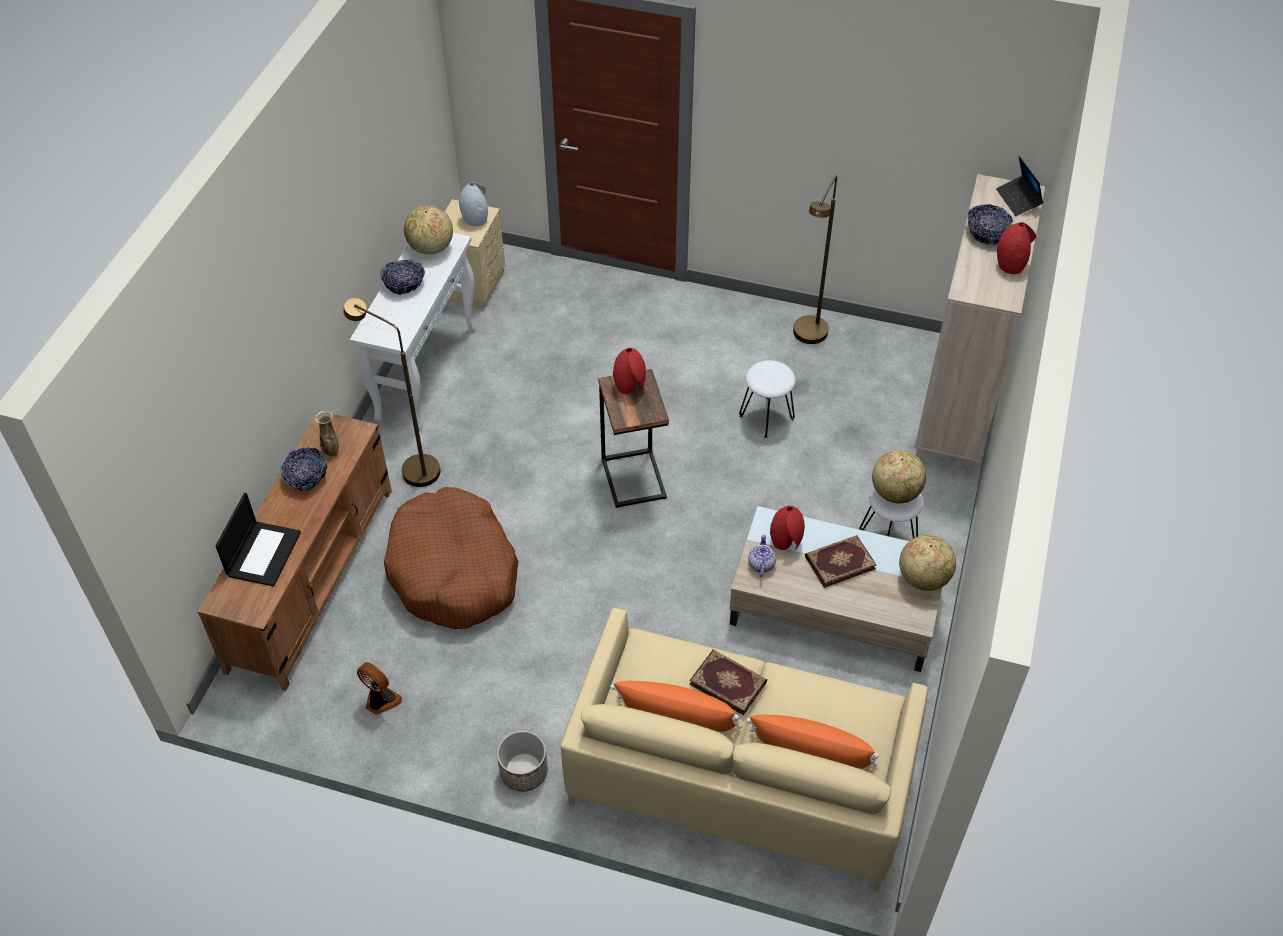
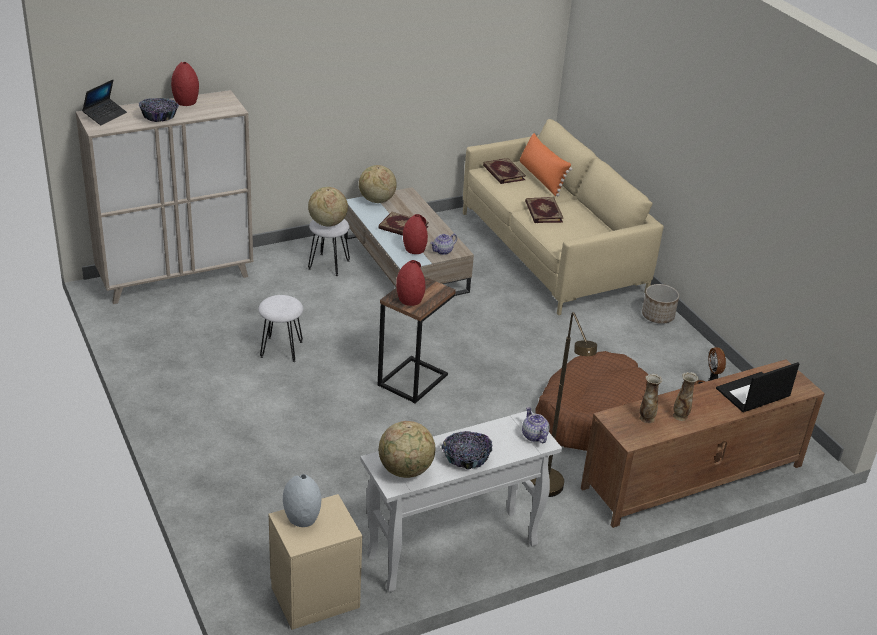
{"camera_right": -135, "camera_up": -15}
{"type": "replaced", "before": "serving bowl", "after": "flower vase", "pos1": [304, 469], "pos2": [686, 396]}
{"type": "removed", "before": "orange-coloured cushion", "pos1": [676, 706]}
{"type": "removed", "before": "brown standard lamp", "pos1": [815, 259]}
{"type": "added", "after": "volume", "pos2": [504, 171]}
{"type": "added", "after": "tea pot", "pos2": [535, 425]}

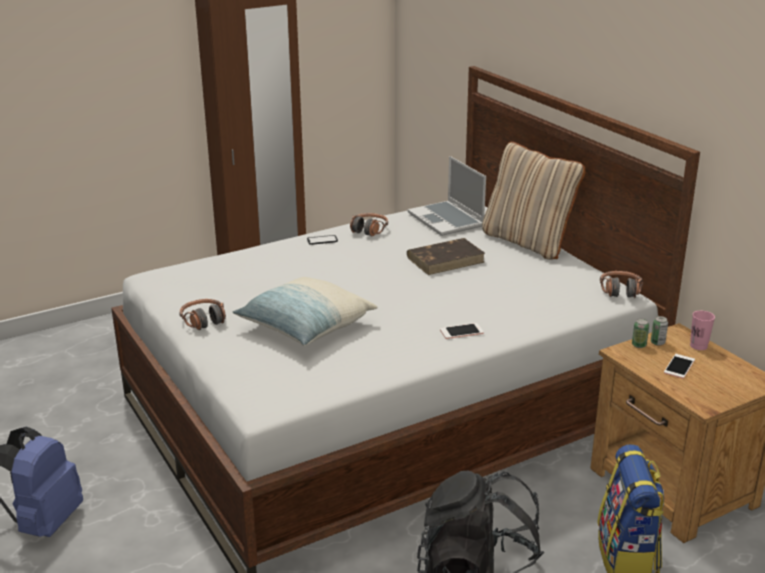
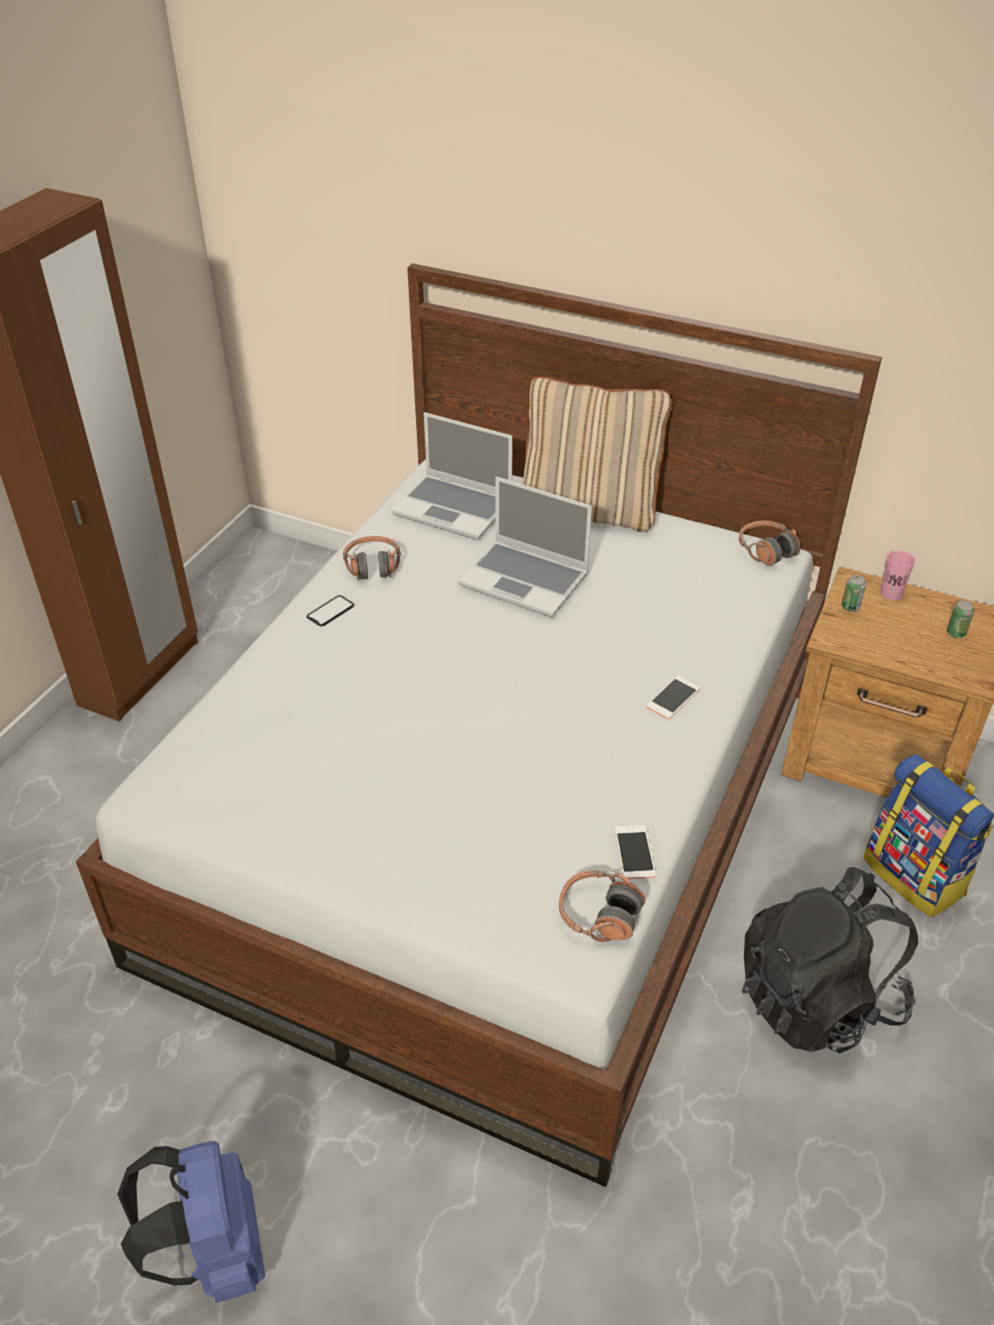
{"camera_right": -35, "camera_up": 15}
{"type": "moved", "before": "pair of headphones", "pos1": [202, 314], "pos2": [602, 906]}
{"type": "removed", "before": "cushion", "pos1": [305, 311]}
{"type": "replaced", "before": "brown volume", "after": "notebook computer", "pos1": [446, 256], "pos2": [525, 547]}
{"type": "moved", "before": "metal can", "pos1": [640, 333], "pos2": [960, 619]}
{"type": "moved", "before": "handset", "pos1": [679, 366], "pos2": [635, 852]}

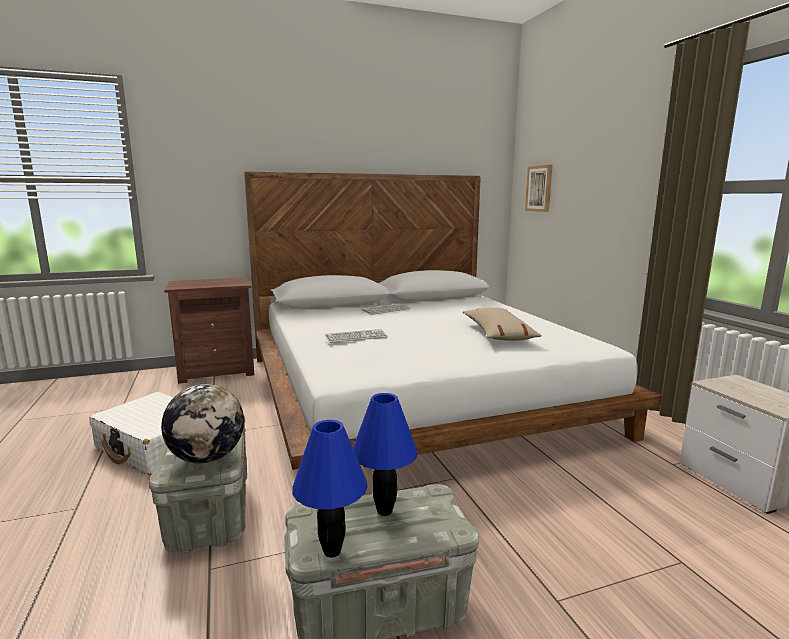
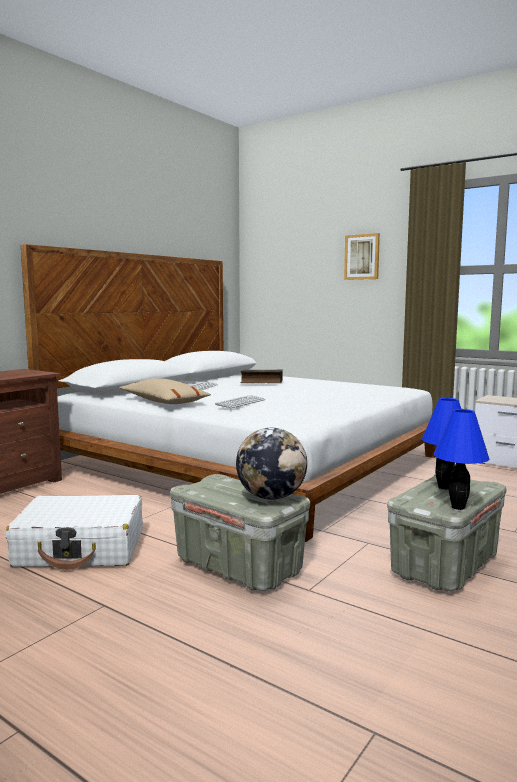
{"camera_right": -35, "camera_up": -5}
{"type": "moved", "before": "sand-coloured cushion", "pos1": [502, 324], "pos2": [165, 391]}
{"type": "moved", "before": "picture", "pos1": [539, 188], "pos2": [362, 256]}
{"type": "added", "after": "volume", "pos2": [262, 376]}

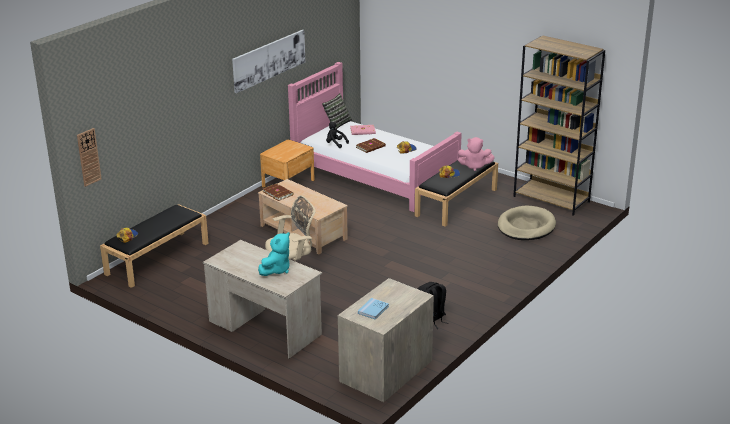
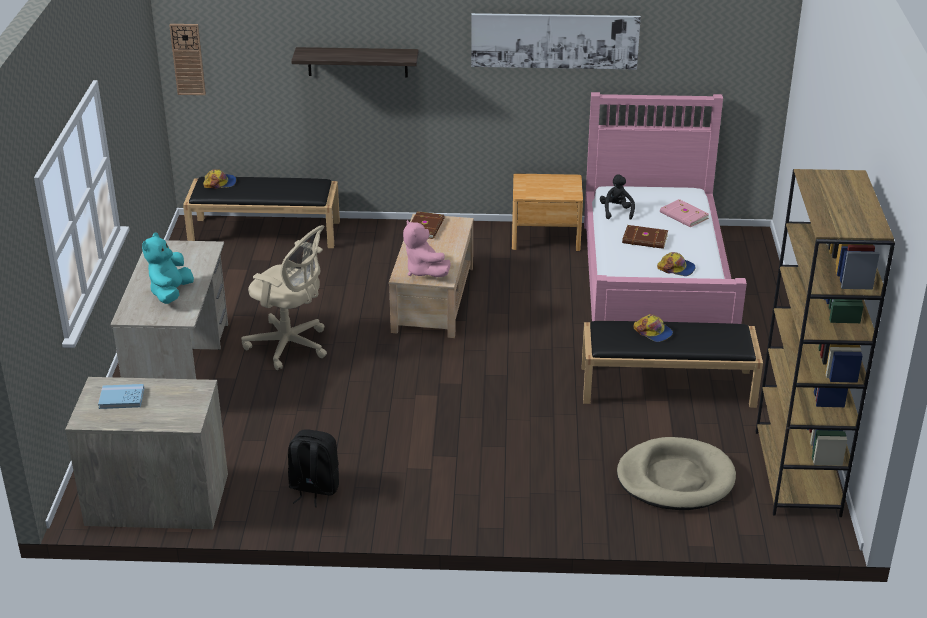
{"camera_right": 55, "camera_up": 5}
{"type": "turned", "before": "blue-green cuddly toy", "pos1": [274, 254], "pos2": [168, 268], "turn": 105}
{"type": "removed", "before": "cushion", "pos1": [337, 111]}
{"type": "moved", "before": "pinkish cuddly toy", "pos1": [476, 154], "pos2": [427, 248]}
{"type": "added", "after": "shelf", "pos2": [355, 62]}

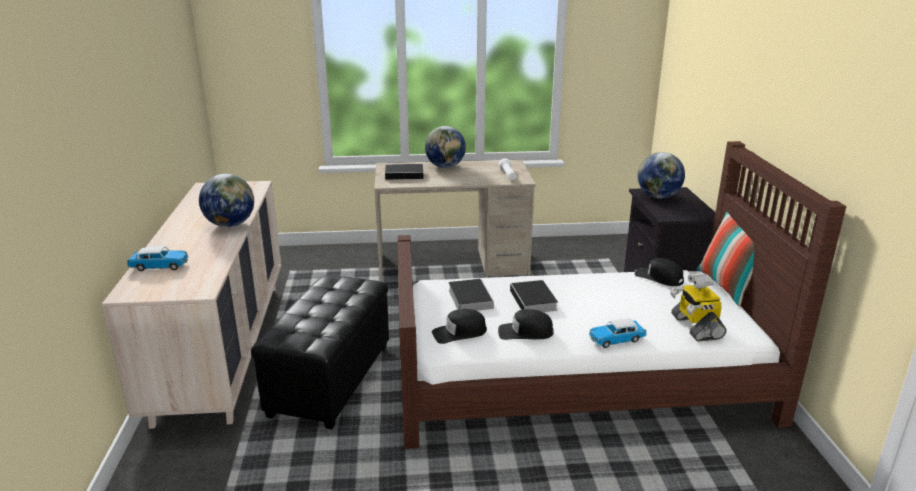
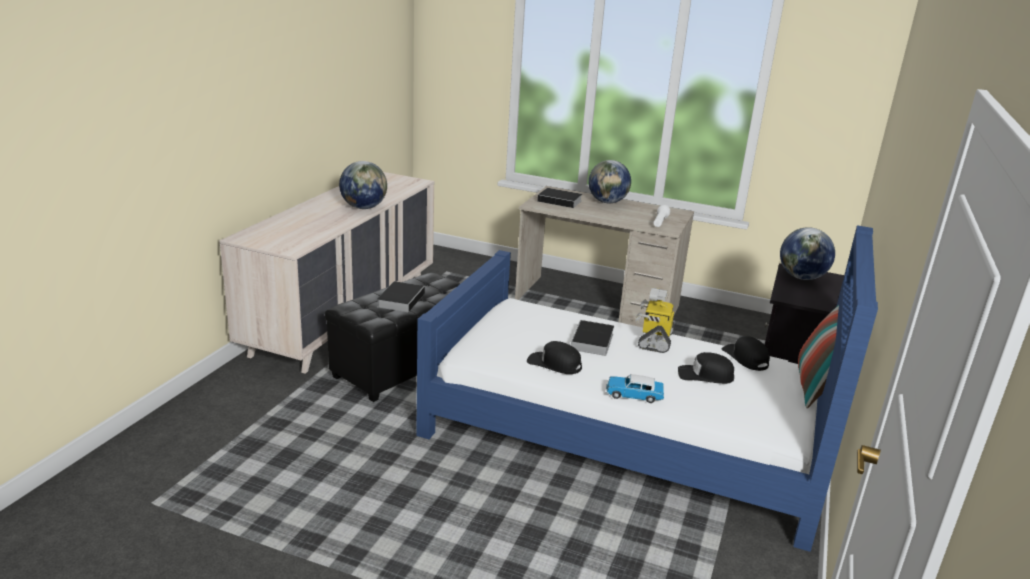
{"camera_right": 25, "camera_up": 0}
{"type": "removed", "before": "model car", "pos1": [158, 258]}
{"type": "recoloured", "before": "brown bed", "after": "blue-coloured bed", "pos1": [622, 295], "pos2": [647, 388]}
{"type": "moved", "before": "black-coloured cap", "pos1": [459, 326], "pos2": [706, 368]}
{"type": "moved", "before": "volume", "pos1": [471, 295], "pos2": [401, 296]}
{"type": "moved", "before": "robot figure", "pos1": [698, 307], "pos2": [655, 320]}

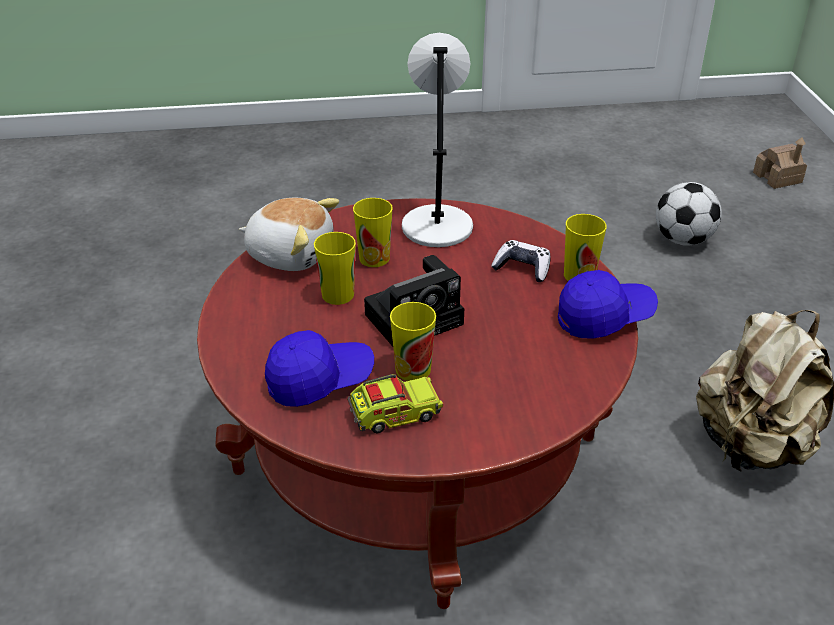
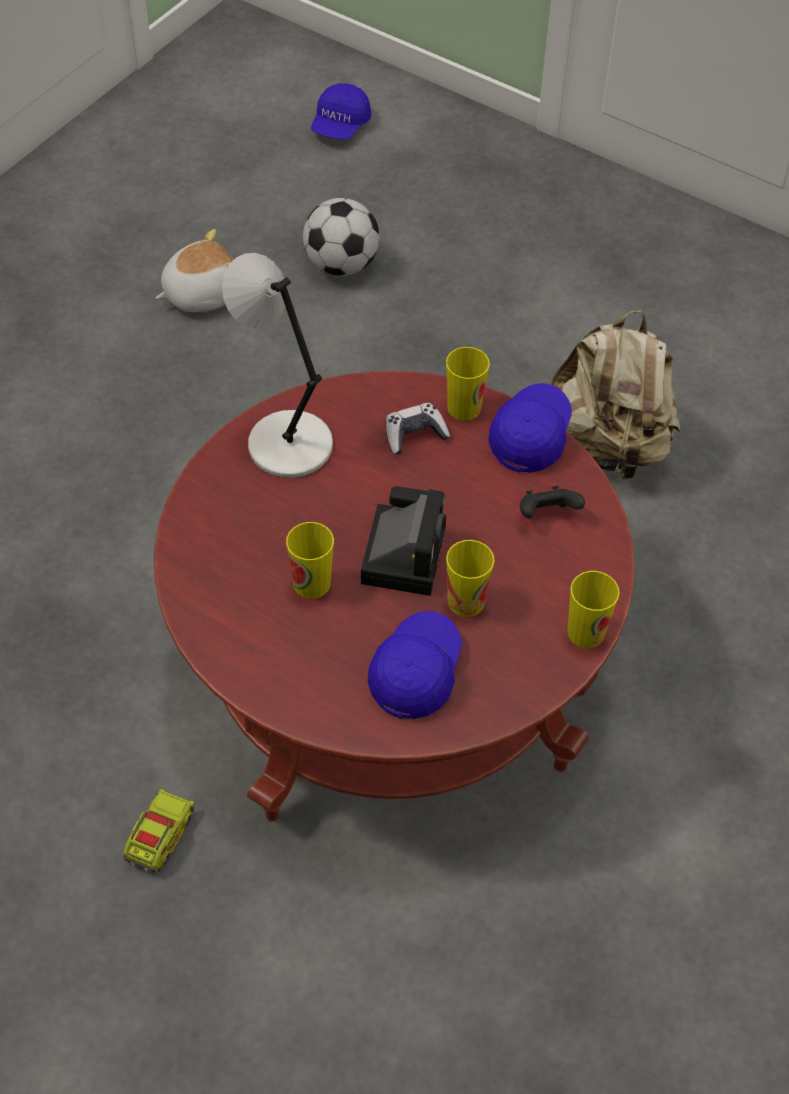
{"camera_right": -50, "camera_up": 15}
{"type": "moved", "before": "cuddly toy", "pos1": [289, 234], "pos2": [194, 270]}
{"type": "moved", "before": "toy truck", "pos1": [395, 403], "pos2": [159, 831]}
{"type": "moved", "before": "small cup", "pos1": [373, 232], "pos2": [593, 609]}
{"type": "replaced", "before": "miniature house", "after": "blue-coloured cap", "pos1": [780, 163], "pos2": [341, 111]}
{"type": "added", "after": "black-coloured game controller", "pos2": [552, 502]}

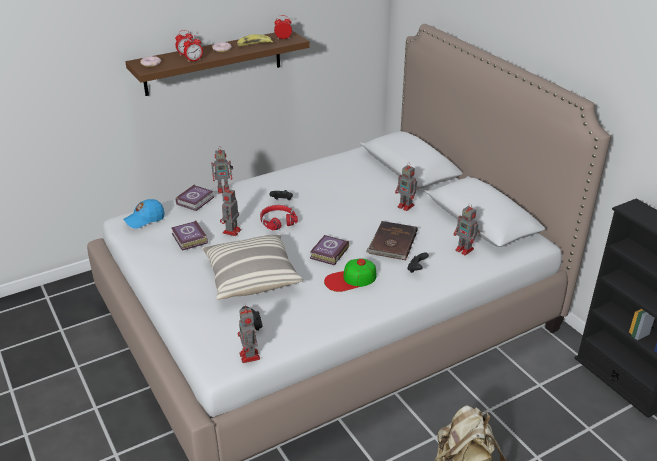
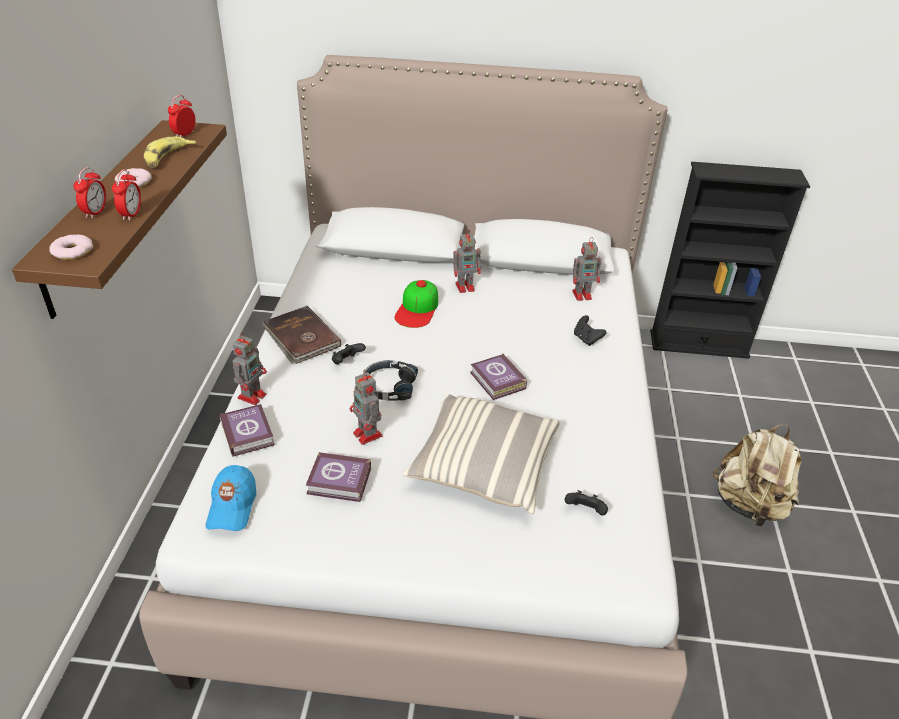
{"camera_right": -55, "camera_up": 5}
{"type": "removed", "before": "robot figure", "pos1": [249, 334]}
{"type": "recoloured", "before": "red pair of headphones", "after": "black-coloured pair of headphones", "pos1": [279, 217], "pos2": [390, 380]}
{"type": "moved", "before": "cap", "pos1": [350, 275], "pos2": [416, 304]}
{"type": "moved", "before": "brown volume", "pos1": [392, 241], "pos2": [302, 335]}

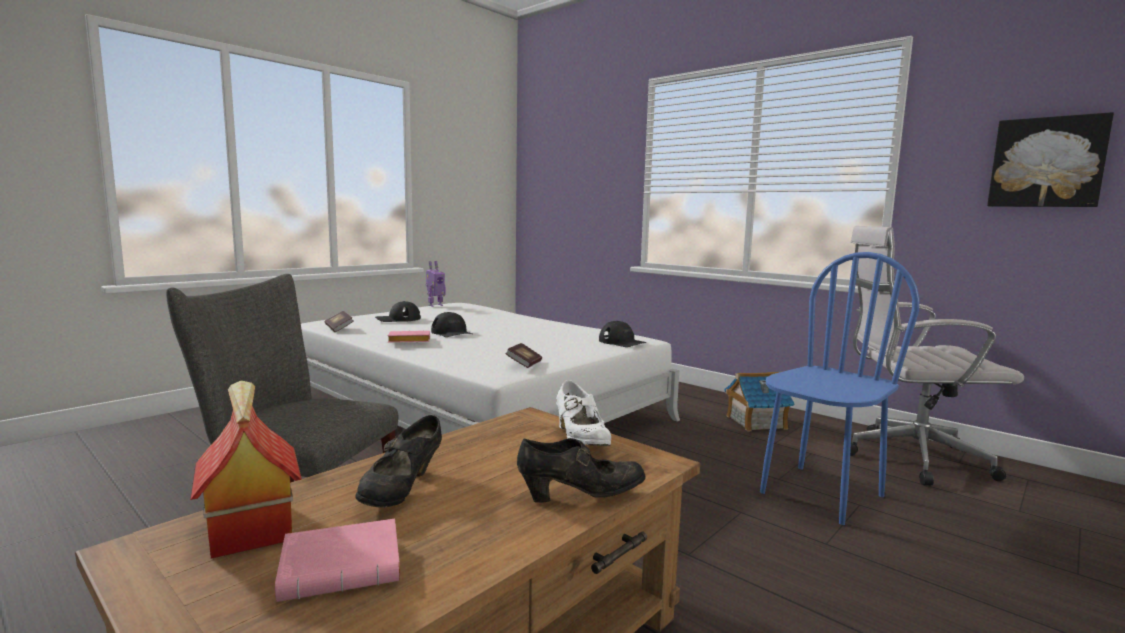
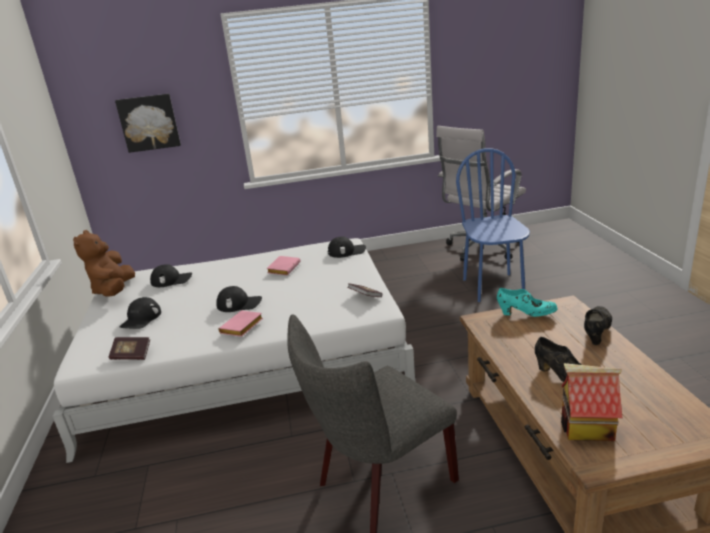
{"camera_right": -50, "camera_up": 15}
{"type": "moved", "before": "pinkish volume", "pos1": [337, 560], "pos2": [283, 265]}
{"type": "replaced", "before": "robot figure", "after": "brown cuddly toy", "pos1": [436, 284], "pos2": [104, 263]}
{"type": "recoloured", "before": "white-coloured item of footwear", "after": "blue-green item of footwear", "pos1": [583, 413], "pos2": [527, 302]}
{"type": "removed", "before": "miniature house", "pos1": [759, 401]}
{"type": "moved", "before": "picture", "pos1": [1050, 159], "pos2": [148, 123]}
{"type": "added", "after": "black-coloured cap", "pos2": [171, 275]}

